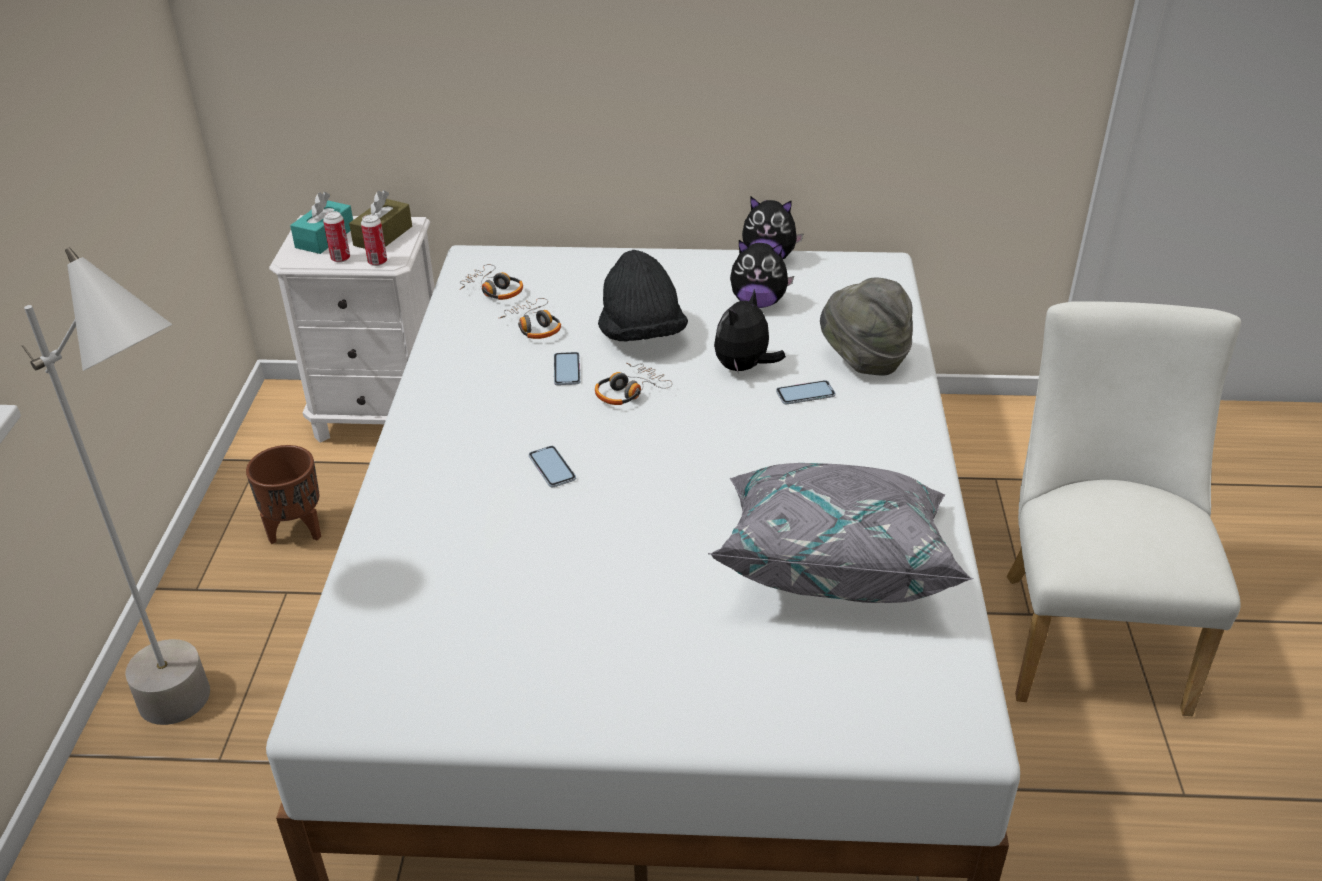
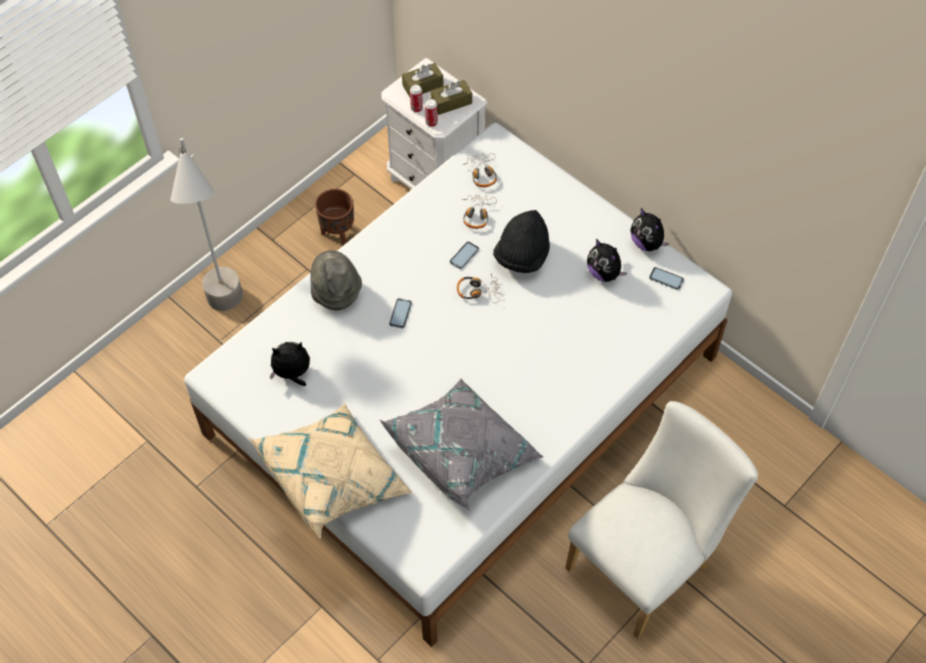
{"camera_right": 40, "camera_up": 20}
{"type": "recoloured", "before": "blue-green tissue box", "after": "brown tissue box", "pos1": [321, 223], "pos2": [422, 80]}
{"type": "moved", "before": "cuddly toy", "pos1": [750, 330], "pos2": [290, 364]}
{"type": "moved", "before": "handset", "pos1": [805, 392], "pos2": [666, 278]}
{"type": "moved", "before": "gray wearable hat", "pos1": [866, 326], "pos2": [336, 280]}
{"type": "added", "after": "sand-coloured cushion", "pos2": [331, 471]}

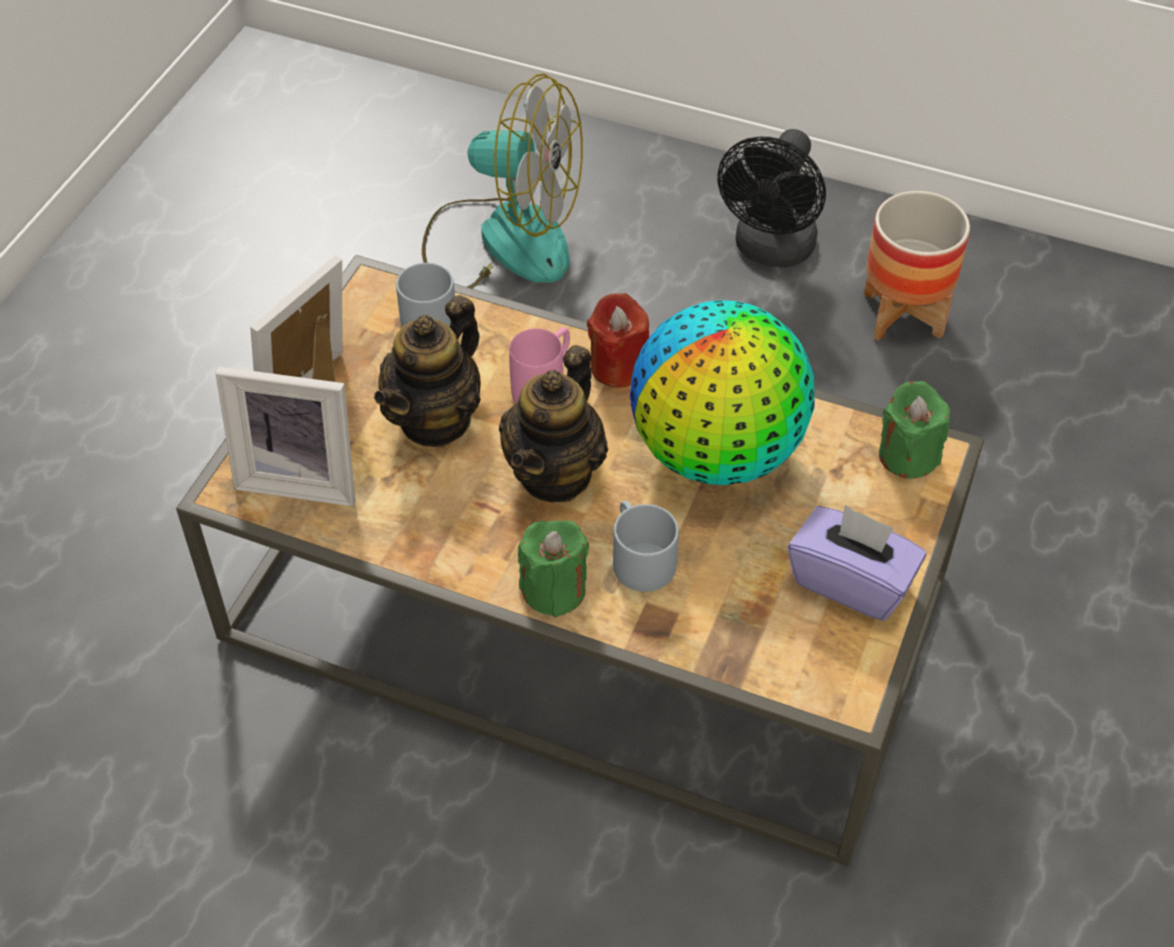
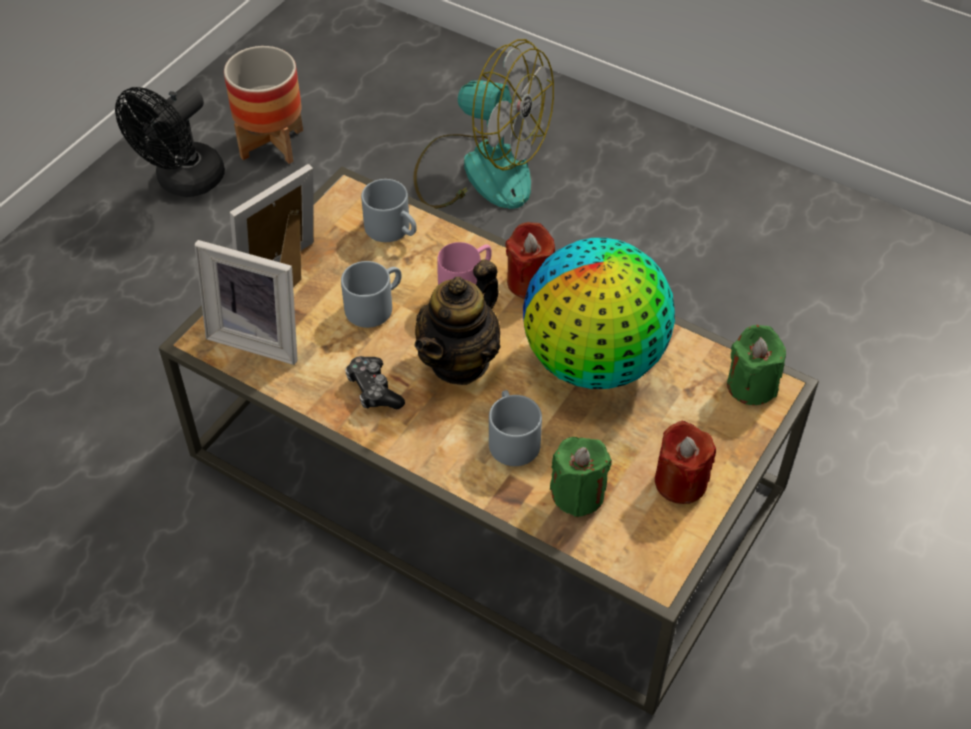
{"camera_right": 10, "camera_up": 0}
{"type": "replaced", "before": "tea pot", "after": "gray coffee mug", "pos1": [427, 371], "pos2": [371, 294]}
{"type": "moved", "before": "greenish wax light", "pos1": [553, 569], "pos2": [581, 477]}
{"type": "moved", "before": "black-coloured fan", "pos1": [771, 198], "pos2": [170, 141]}
{"type": "replaced", "before": "purplish tissue box", "after": "red wax light", "pos1": [857, 563], "pos2": [685, 462]}
{"type": "moved", "before": "plant pot", "pos1": [917, 266], "pos2": [263, 105]}
{"type": "added", "after": "game controller", "pos2": [375, 382]}

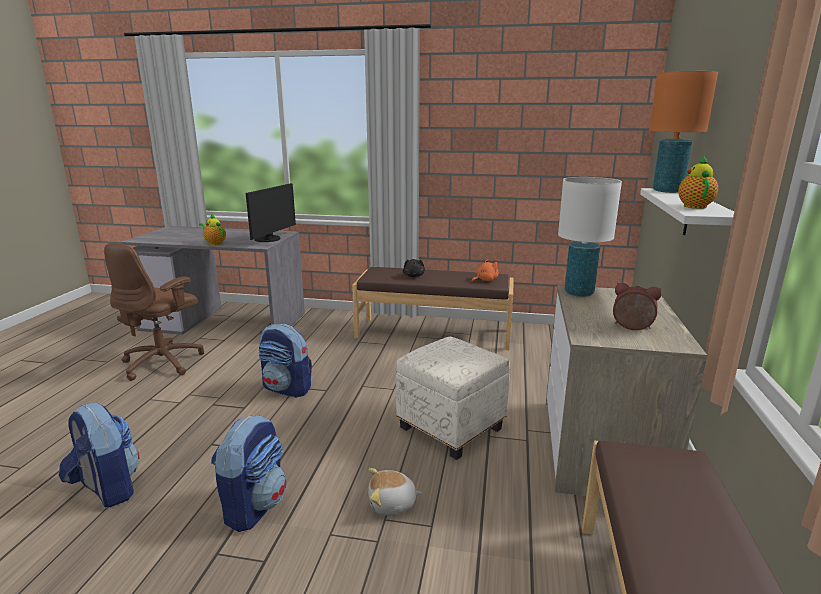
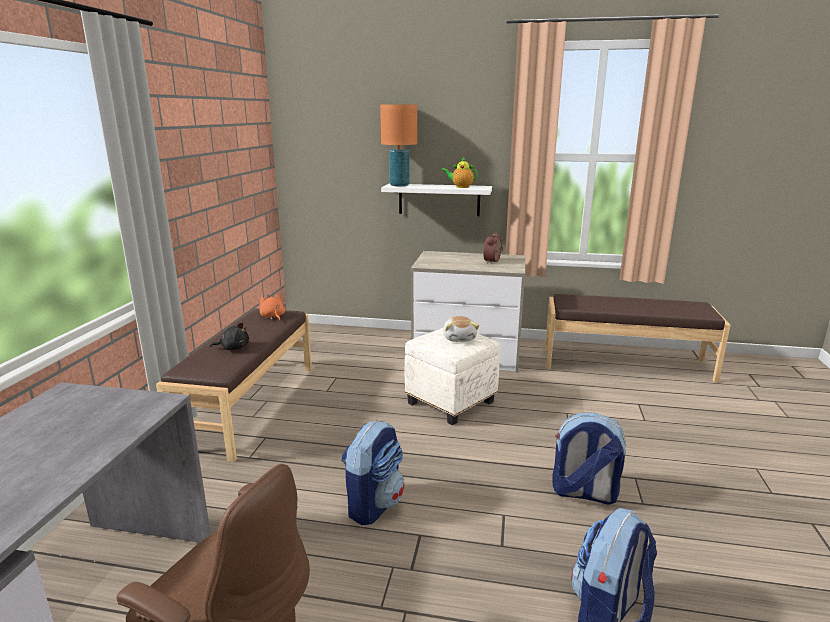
{"camera_right": -90, "camera_up": 0}
{"type": "removed", "before": "tea pot", "pos1": [212, 229]}
{"type": "removed", "before": "computer screen", "pos1": [271, 212]}
{"type": "moved", "before": "cuddly toy", "pos1": [395, 491], "pos2": [461, 329]}
{"type": "removed", "before": "white-coloured lamp for a table", "pos1": [590, 237]}

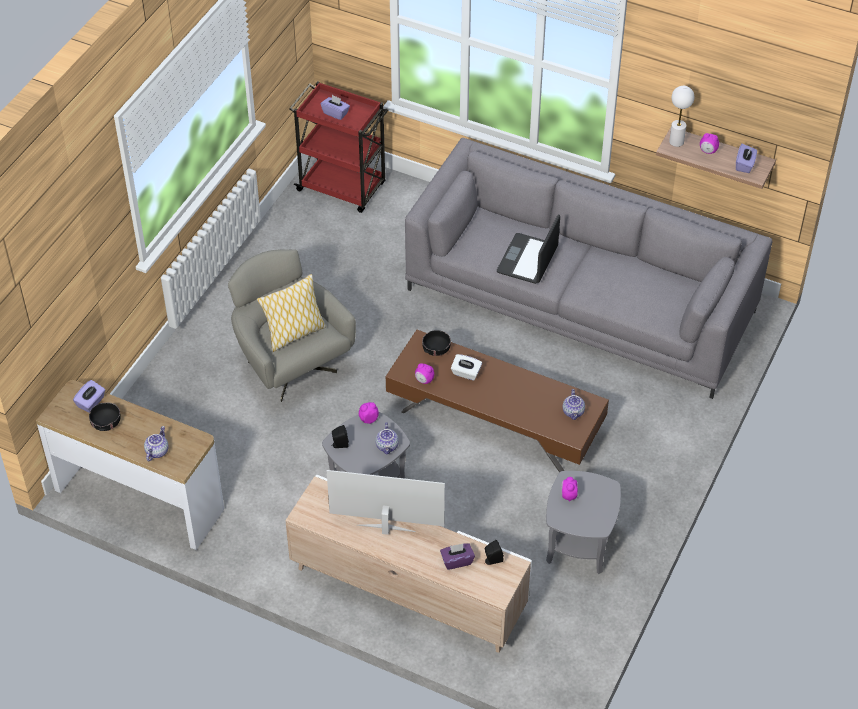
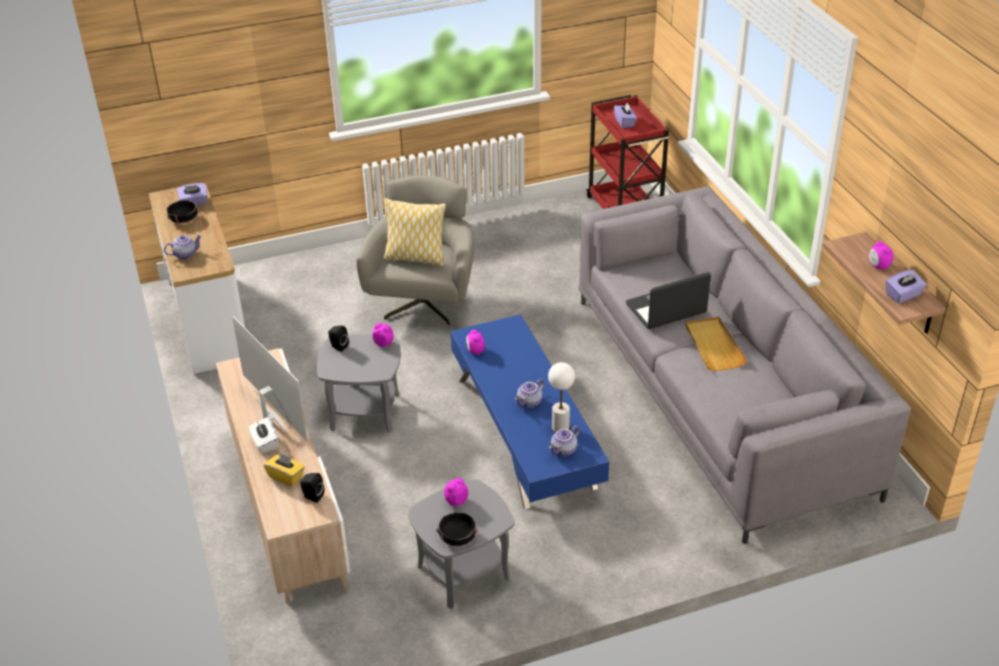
{"camera_right": 45, "camera_up": -10}
{"type": "moved", "before": "tea pot", "pos1": [387, 438], "pos2": [529, 393]}
{"type": "recoloured", "before": "brown lounge table", "after": "blue-coloured lounge table", "pos1": [497, 401], "pos2": [530, 412]}
{"type": "moved", "before": "black-coloured serving bowl", "pos1": [436, 343], "pos2": [457, 529]}
{"type": "recoloured", "before": "purplish tissue box", "after": "yellowish tissue box", "pos1": [457, 556], "pos2": [284, 470]}
{"type": "moved", "before": "white-coloured tissue box", "pos1": [466, 367], "pos2": [263, 435]}
{"type": "moved", "before": "white-coloured lamp for a table", "pos1": [682, 116], "pos2": [561, 397]}
{"type": "added", "after": "sand-coloured serving tray", "pos2": [716, 344]}

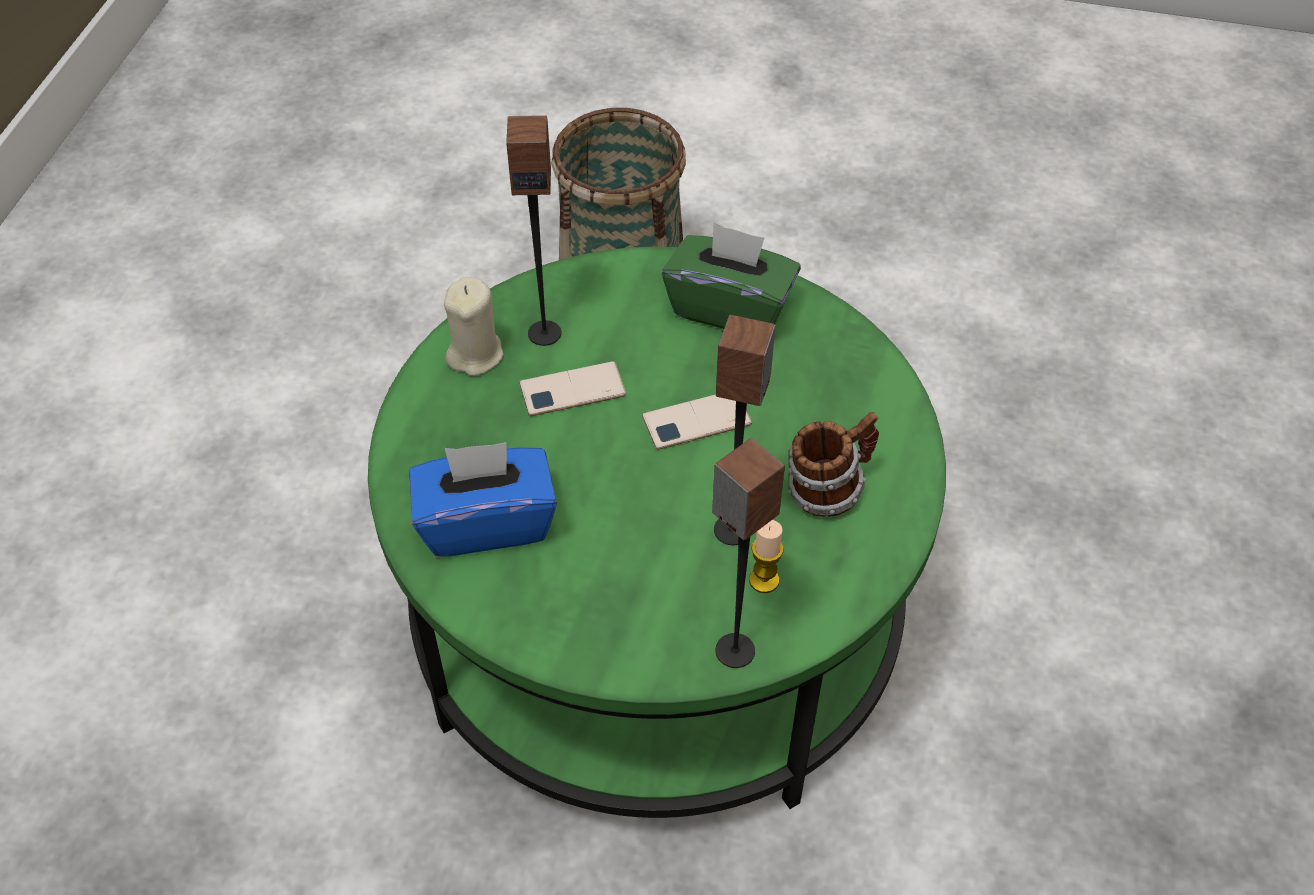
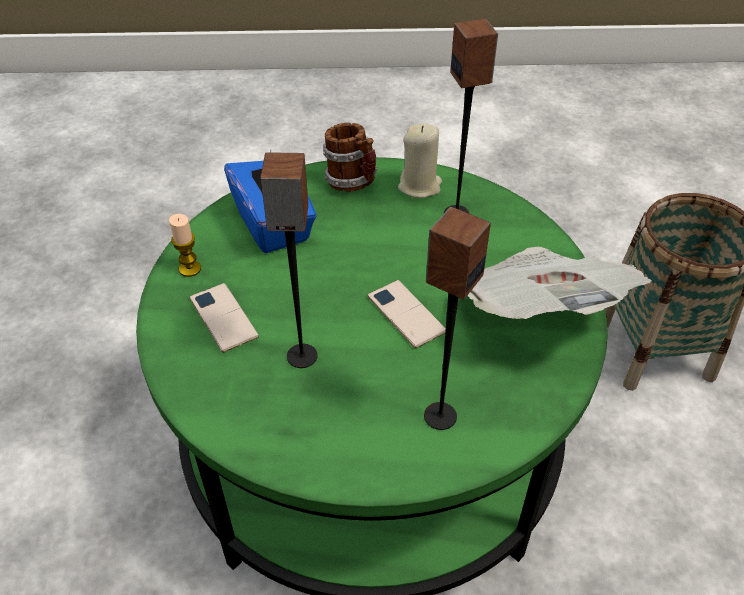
{"camera_right": 75, "camera_up": -5}
{"type": "moved", "before": "handset", "pos1": [572, 388], "pos2": [224, 317]}
{"type": "replaced", "before": "greenish tissue box", "after": "newspaper", "pos1": [731, 275], "pos2": [559, 282]}
{"type": "moved", "before": "loudspeaker", "pos1": [748, 553], "pos2": [457, 318]}
{"type": "moved", "before": "wax light", "pos1": [766, 556], "pos2": [185, 245]}
{"type": "moved", "before": "coffee mug", "pos1": [833, 464], "pos2": [350, 157]}

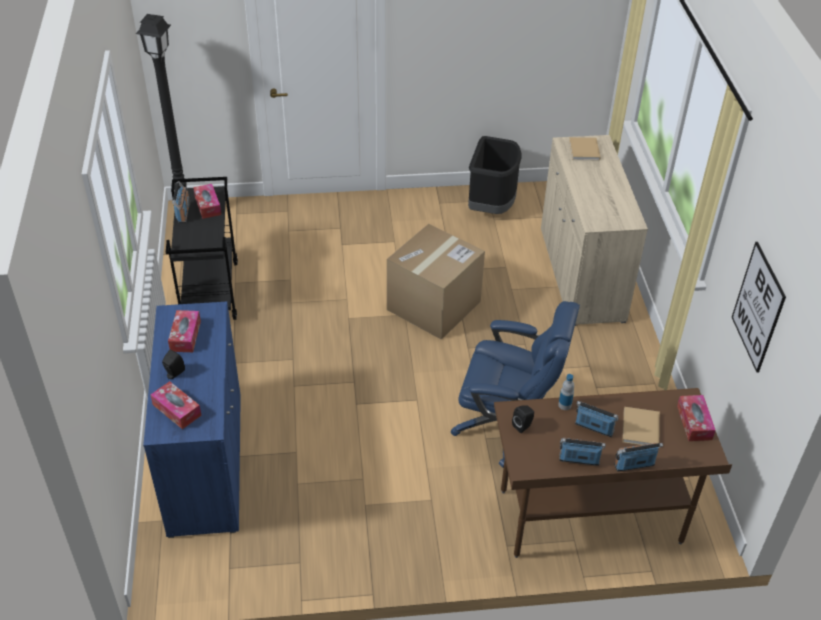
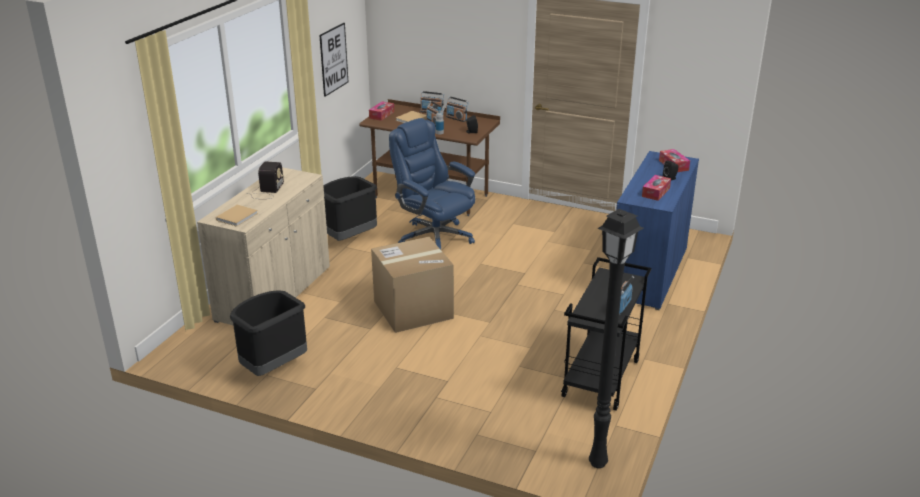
{"camera_right": -150, "camera_up": -15}
{"type": "removed", "before": "tissue box", "pos1": [207, 201]}
{"type": "added", "after": "radio receiver", "pos2": [266, 180]}
{"type": "added", "after": "black-coloured rubbish bin", "pos2": [350, 208]}

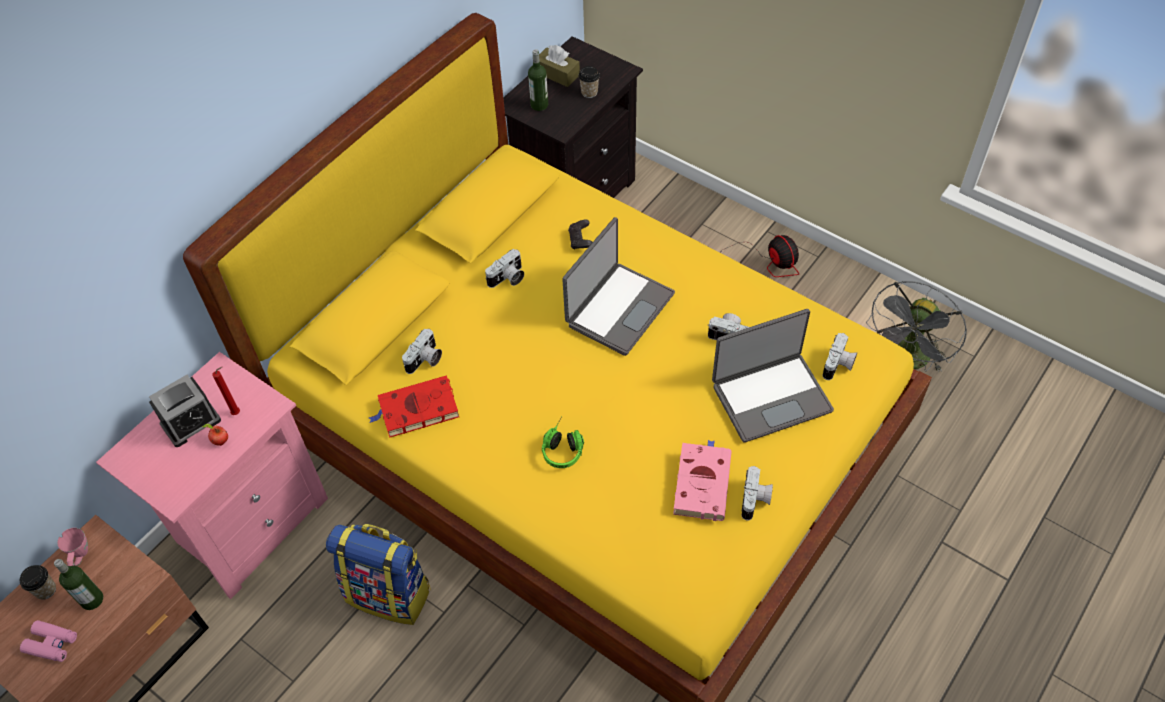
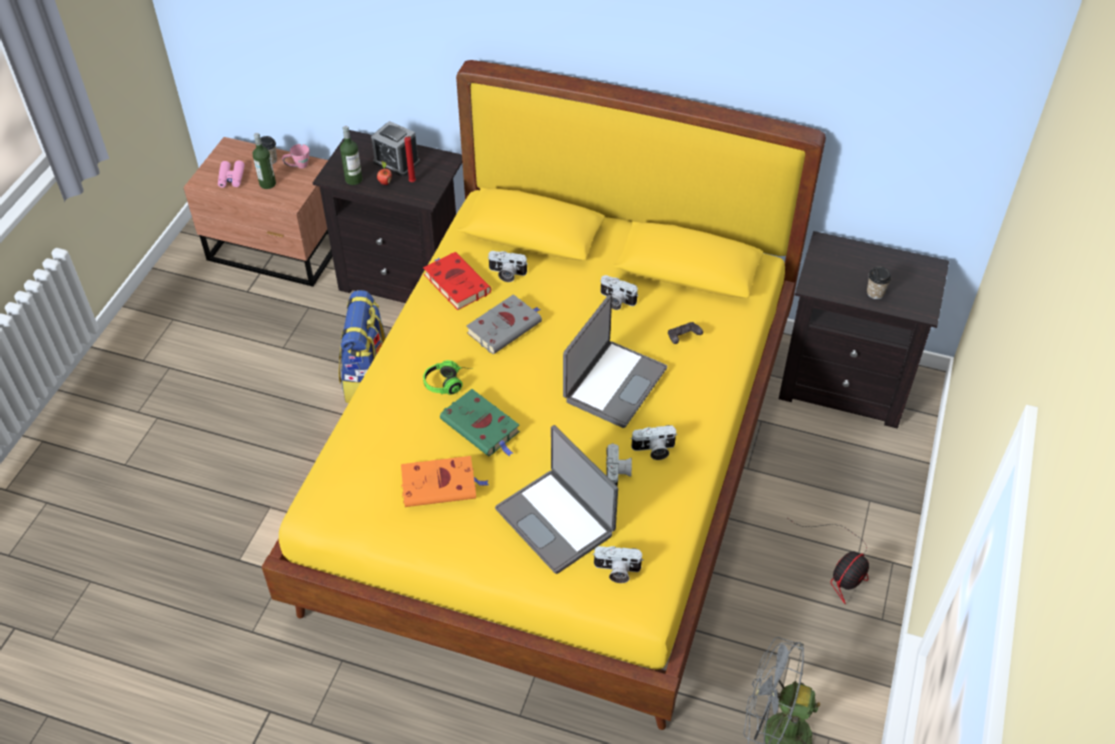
{"camera_right": 70, "camera_up": -5}
{"type": "recoloured", "before": "pinkish night table", "after": "black-coloured night table", "pos1": [212, 475], "pos2": [387, 216]}
{"type": "moved", "before": "bottle", "pos1": [538, 80], "pos2": [351, 155]}
{"type": "removed", "before": "brown tissue box", "pos1": [559, 66]}
{"type": "turned", "before": "notebook computer", "pos1": [618, 286], "pos2": [615, 361], "turn": -75}
{"type": "recoloured", "before": "pinkish volume", "after": "orange-coloured volume", "pos1": [702, 480], "pos2": [445, 481]}
{"type": "moved", "before": "still camera", "pos1": [757, 493], "pos2": [653, 442]}
{"type": "added", "after": "greenish volume", "pos2": [480, 423]}
{"type": "added", "after": "gray volume", "pos2": [504, 324]}

